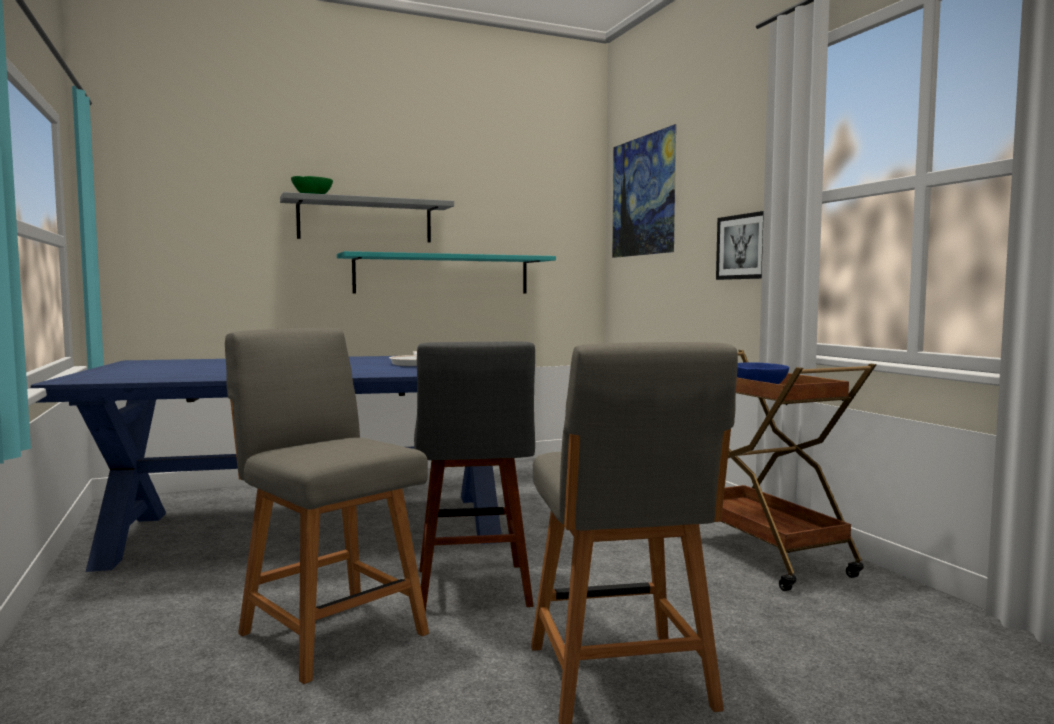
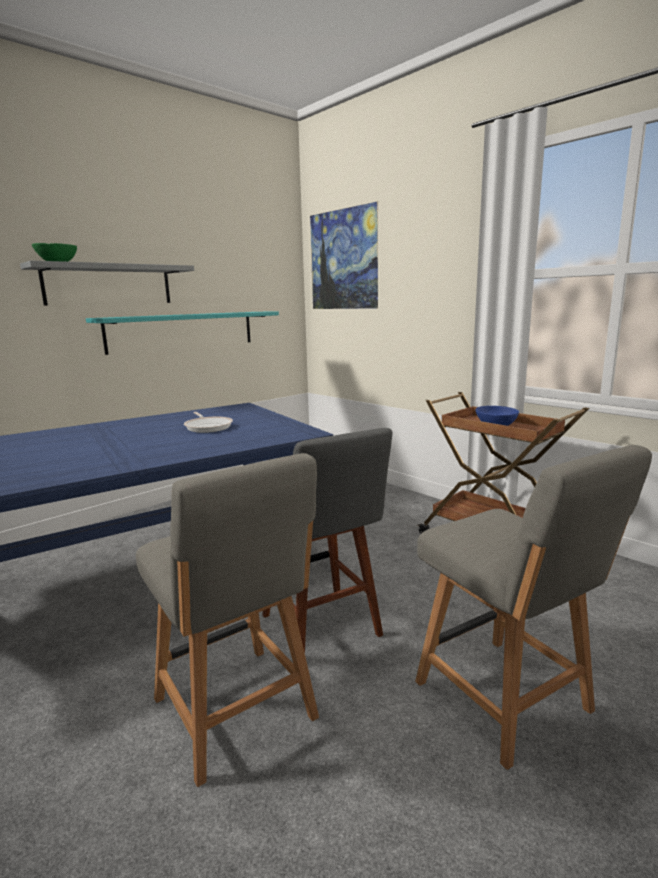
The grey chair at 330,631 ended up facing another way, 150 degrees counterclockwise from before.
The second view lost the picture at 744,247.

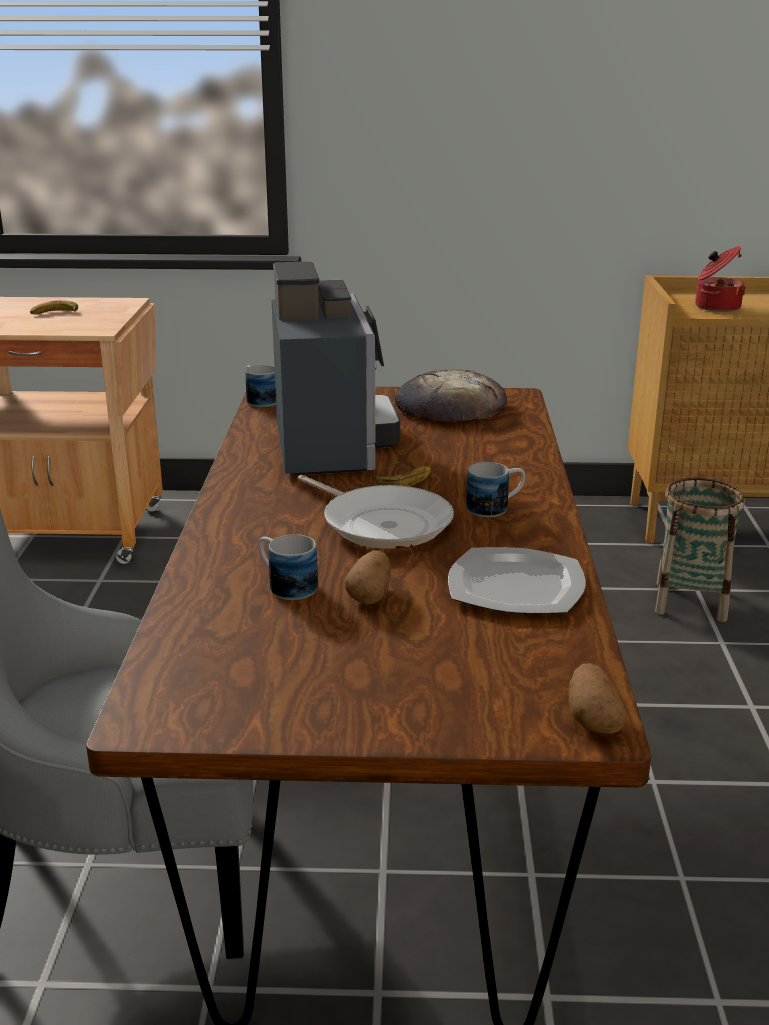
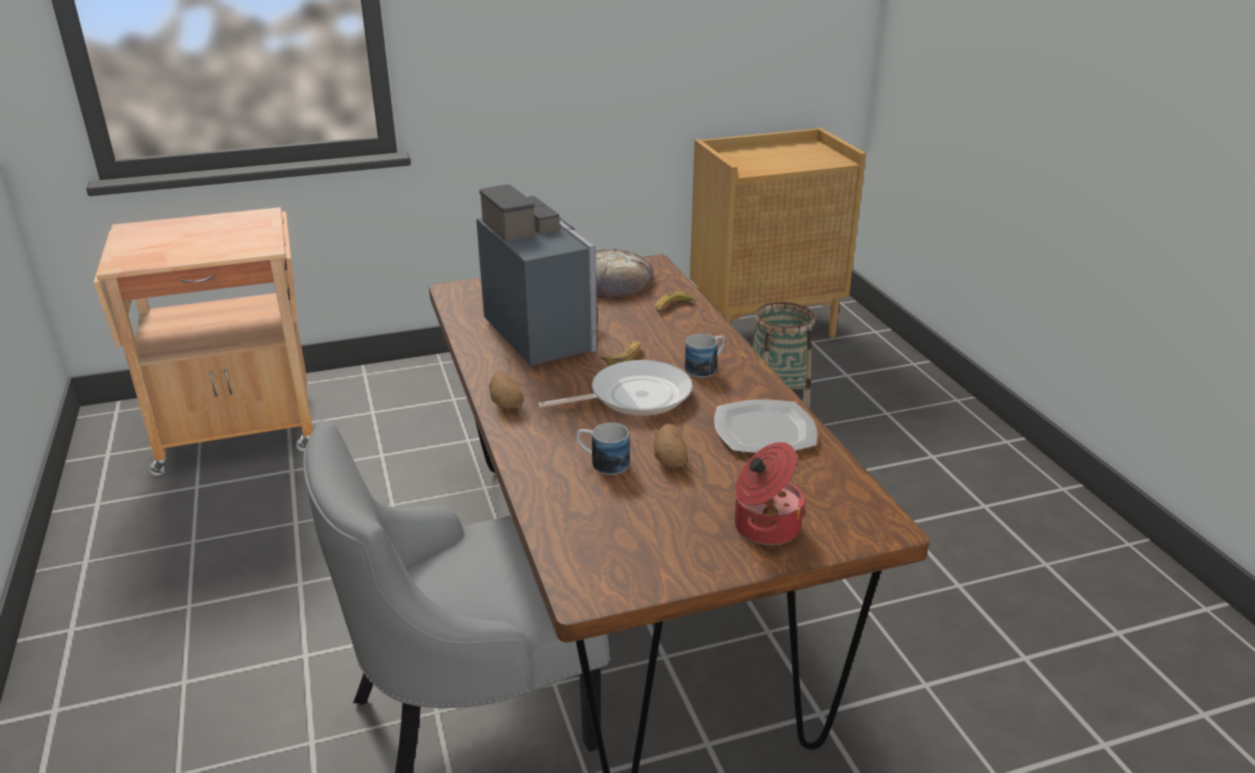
The banana ended up elsewhere, having gone from 54,313 to 673,306.
The second view lost the mug at 259,400.
The frying pan at 382,523 ended up facing another way, 45 degrees counterclockwise from before.
The potato ended up elsewhere, having gone from 592,719 to 505,403.
The cooking pot ended up elsewhere, having gone from 716,307 to 764,526.

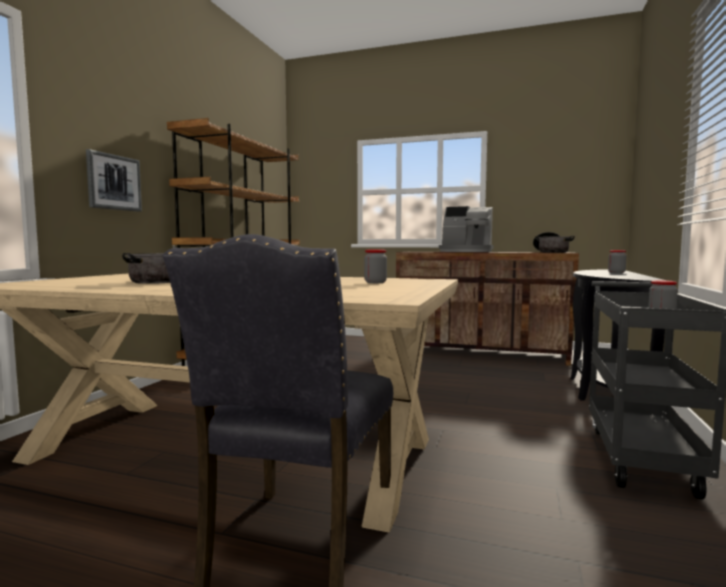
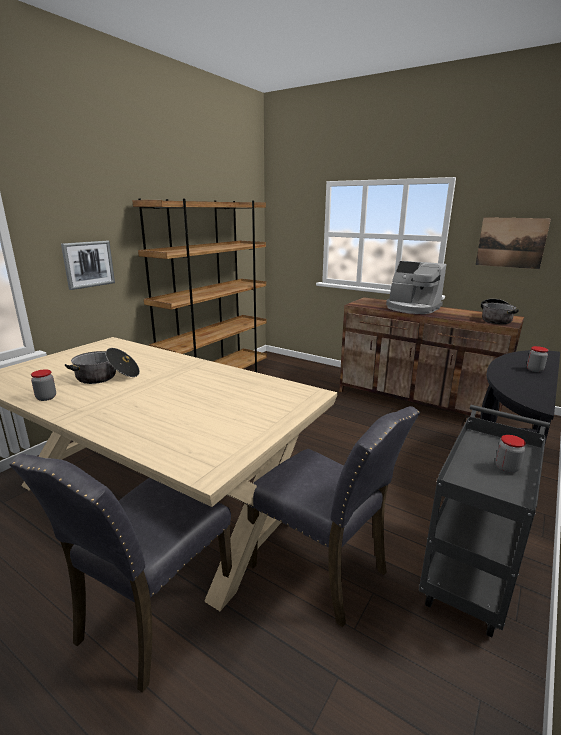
The jar ended up elsewhere, having gone from 375,282 to 46,397.
The second view gained the grey chair at 322,568.
The second view gained the picture at 511,242.

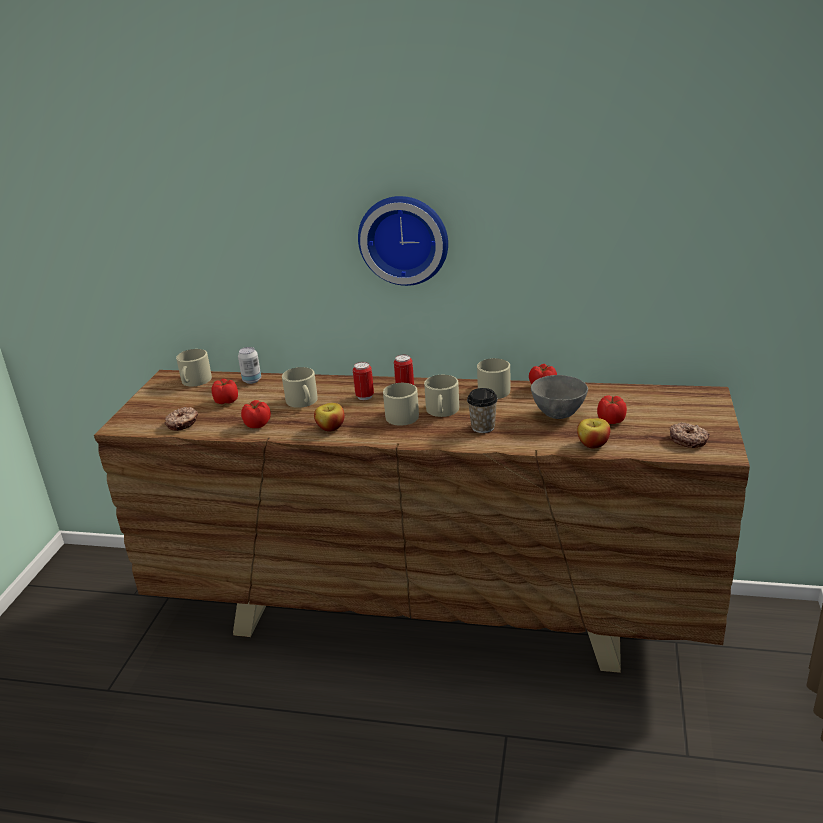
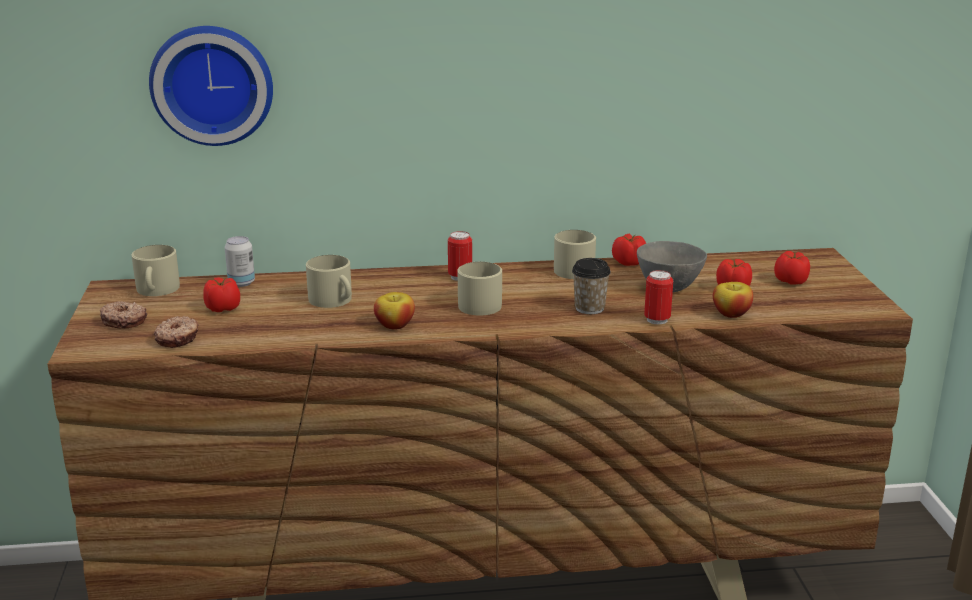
The tomato ended up elsewhere, having gone from 258,424 to 791,281.
The can ended up elsewhere, having gone from 364,396 to 657,320.
The wall clock ended up elsewhere, having gone from 404,239 to 212,84.
The second view lost the beige mug at 442,411.
The donut ended up elsewhere, having gone from 688,440 to 124,321.

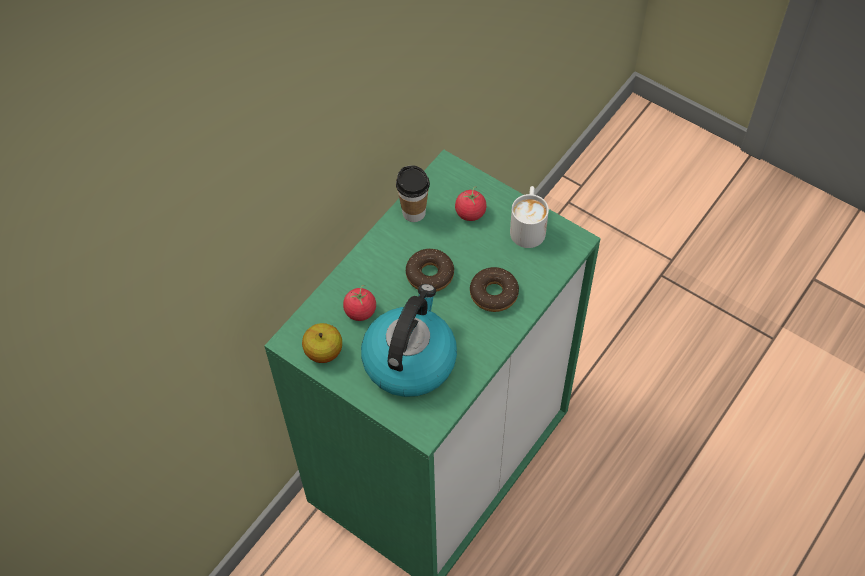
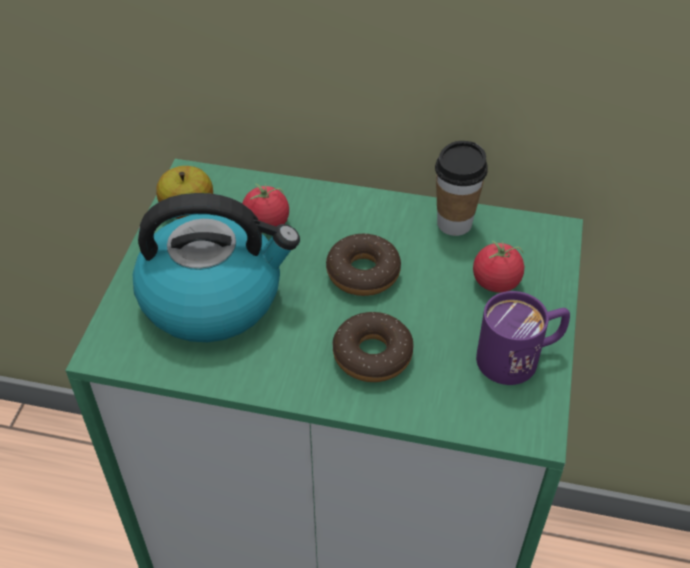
What was the white mug at 528,226 turned into the purple mug at 520,357.

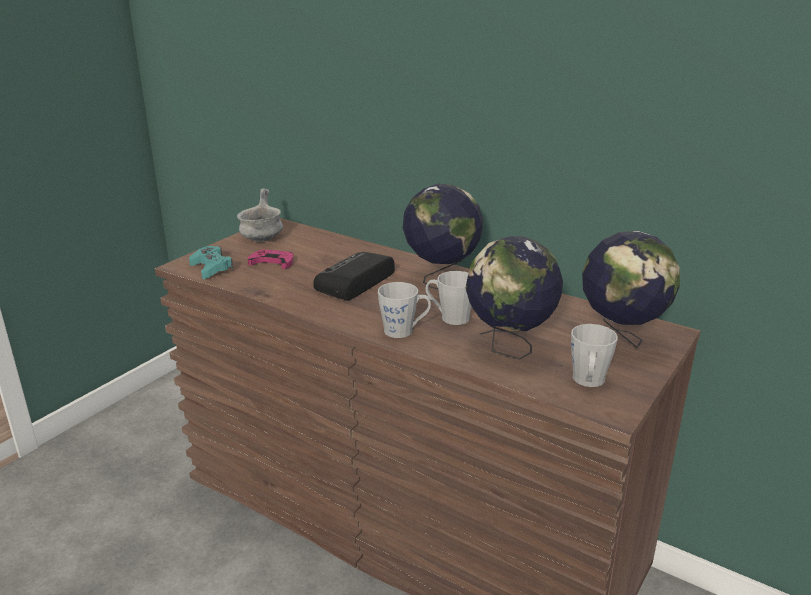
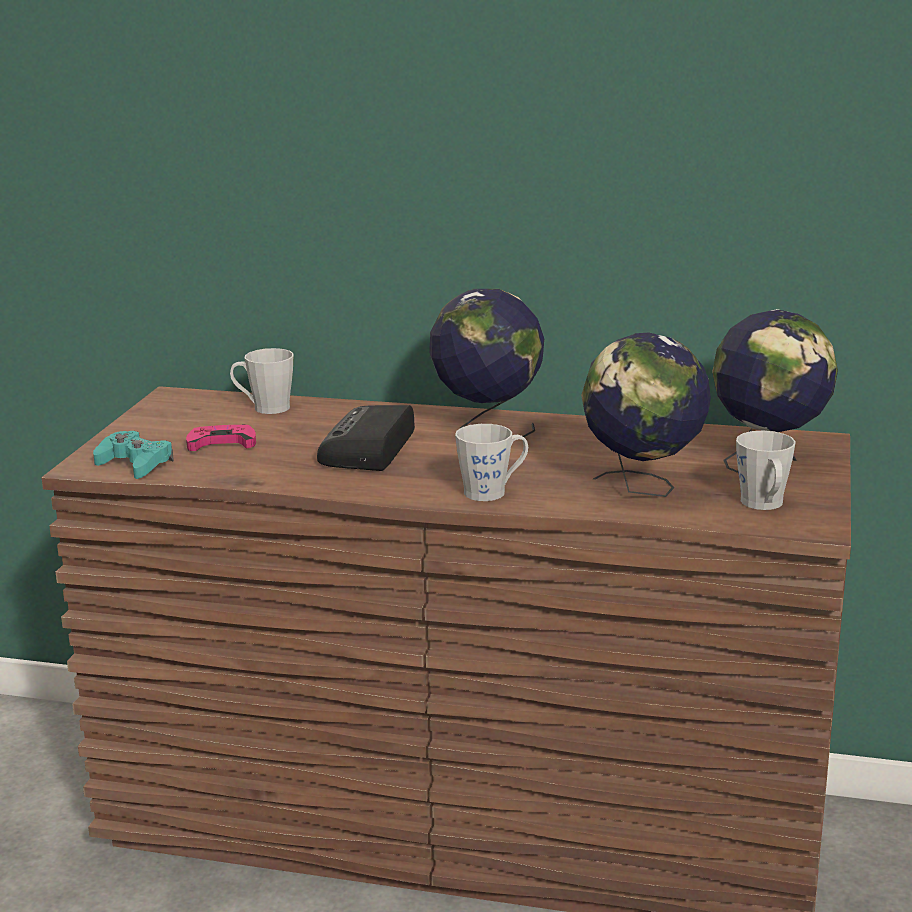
The second view lost the grey bowl at 261,238.
The grey mug ended up elsewhere, having gone from 449,317 to 264,408.

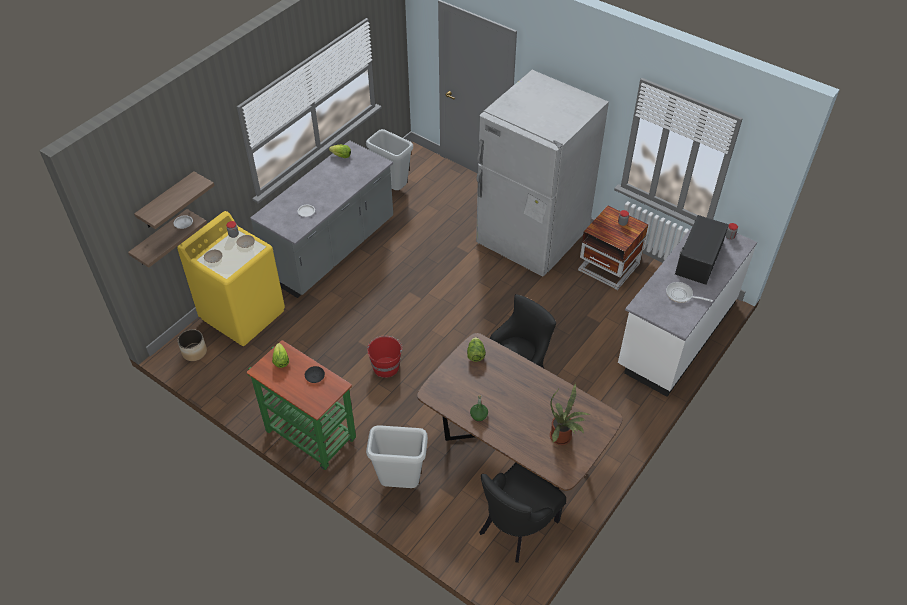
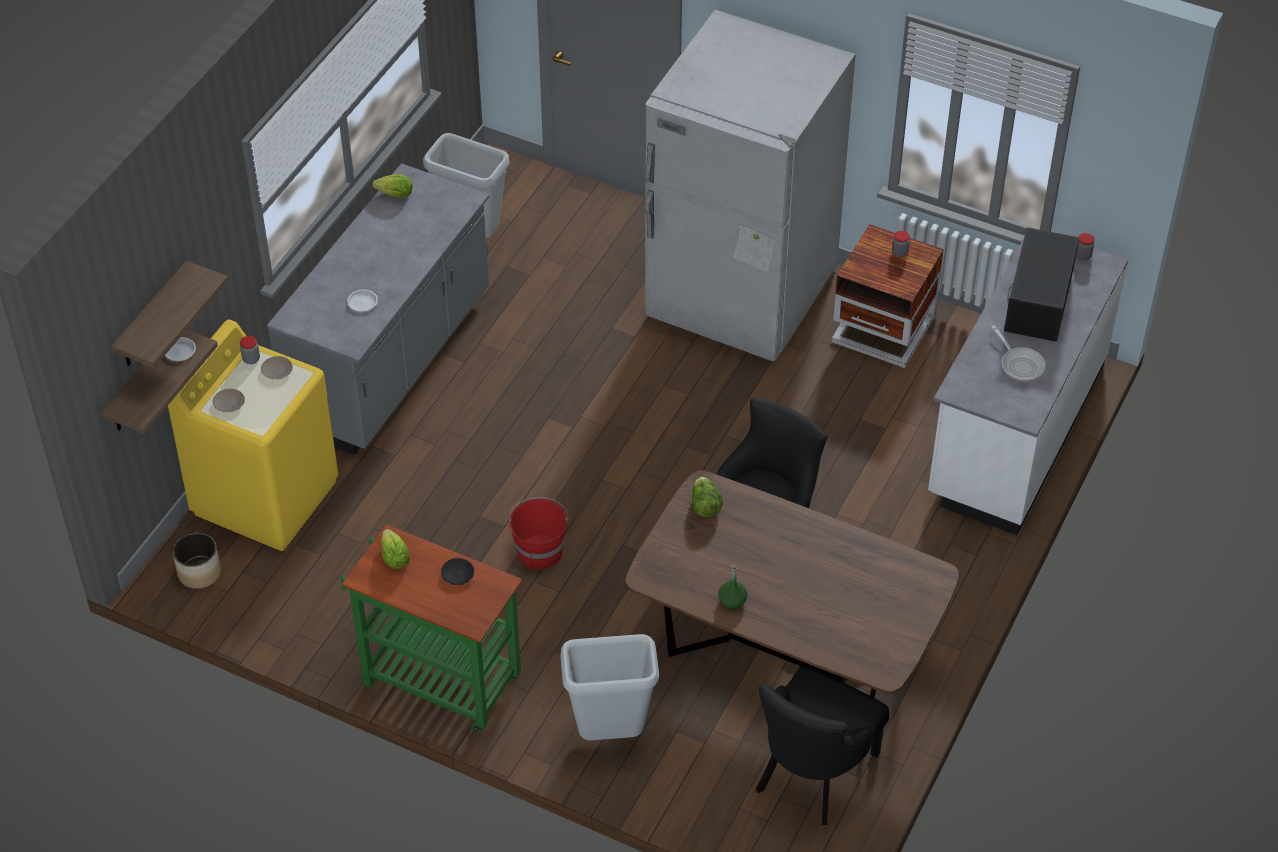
The second view lost the potted plant at 562,437.
The frying pan at 681,295 ended up facing another way, 135 degrees counterclockwise from before.

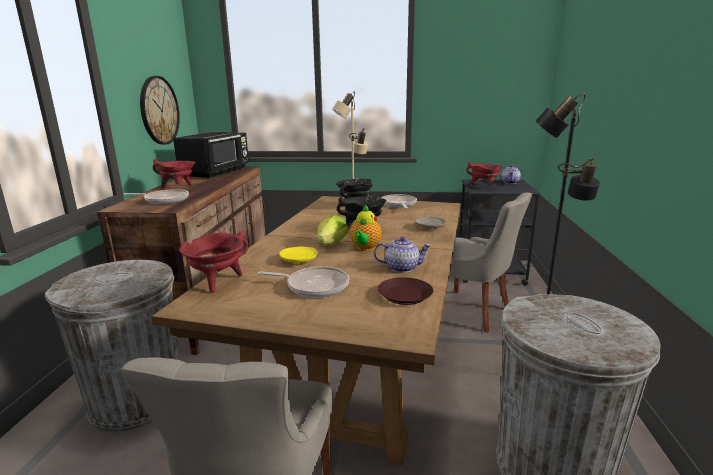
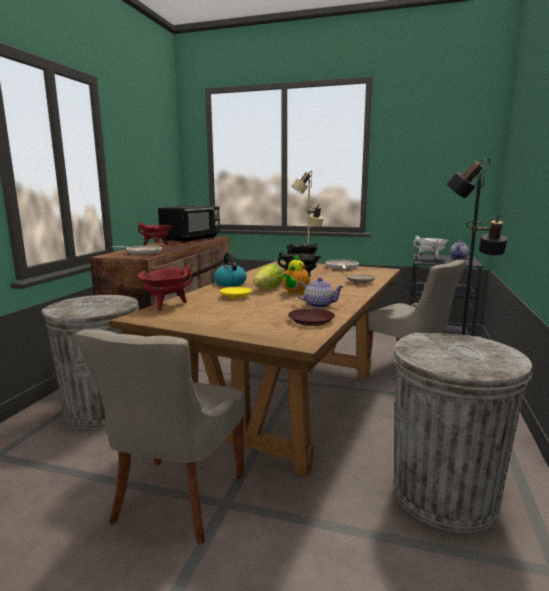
The second view lost the wall clock at 159,110.
The second view lost the frying pan at 314,286.
What was the red cooking pot at 484,186 turned into the white cooking pot at 430,259.
The second view gained the kettle at 230,283.

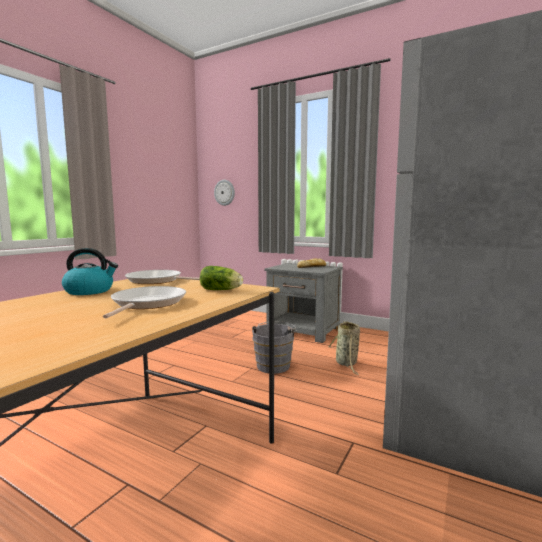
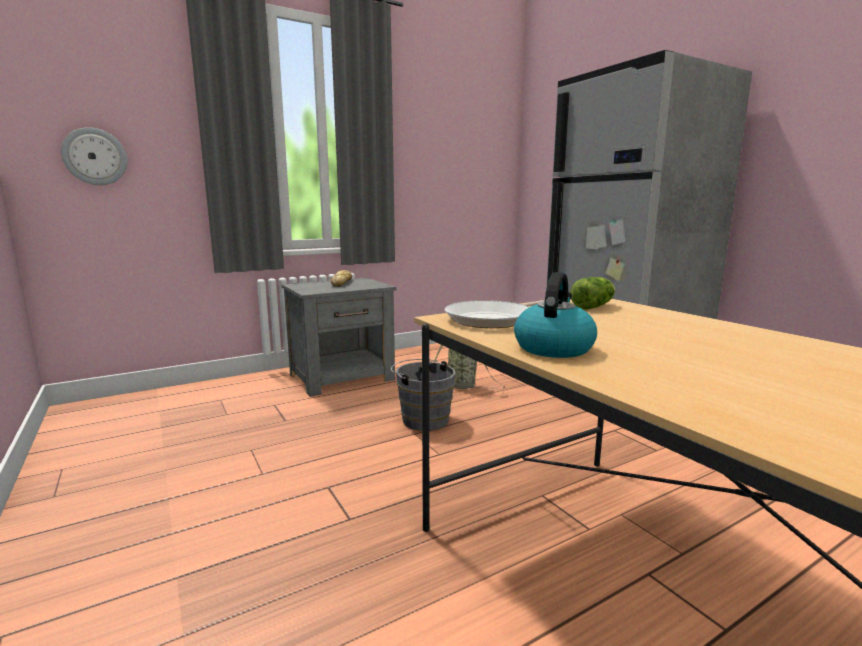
The second view lost the frying pan at 147,303.

